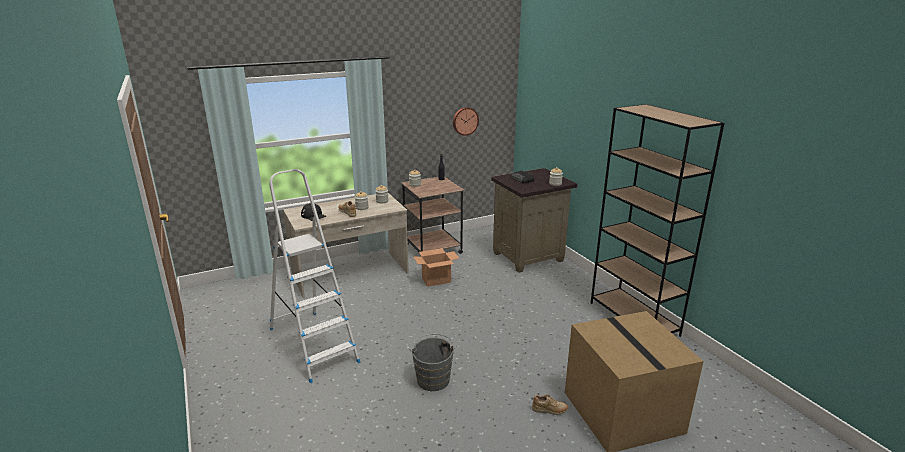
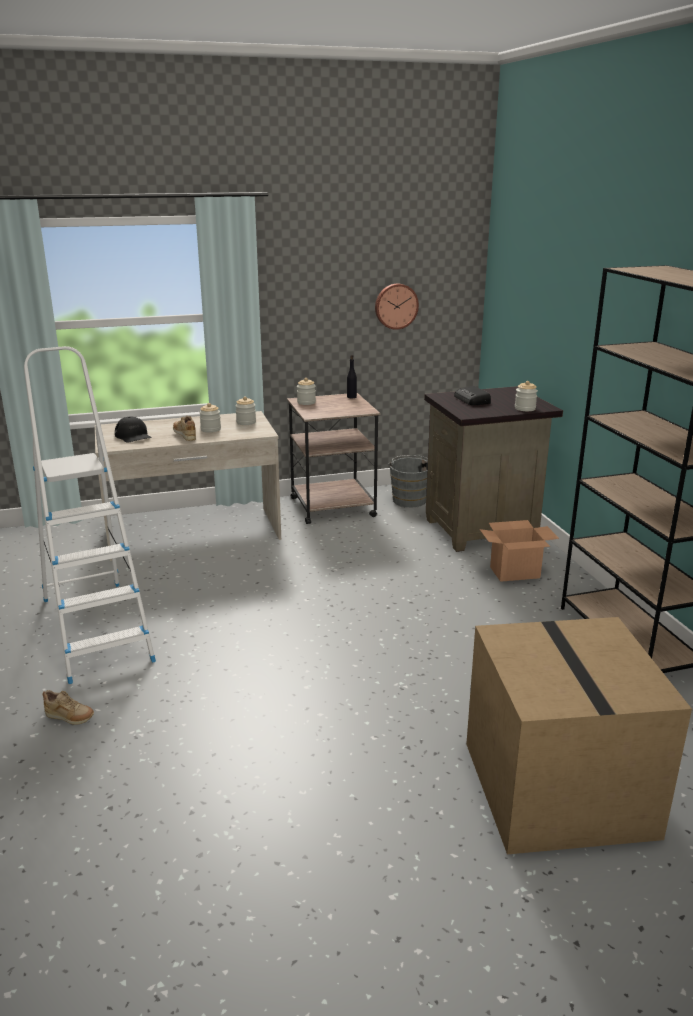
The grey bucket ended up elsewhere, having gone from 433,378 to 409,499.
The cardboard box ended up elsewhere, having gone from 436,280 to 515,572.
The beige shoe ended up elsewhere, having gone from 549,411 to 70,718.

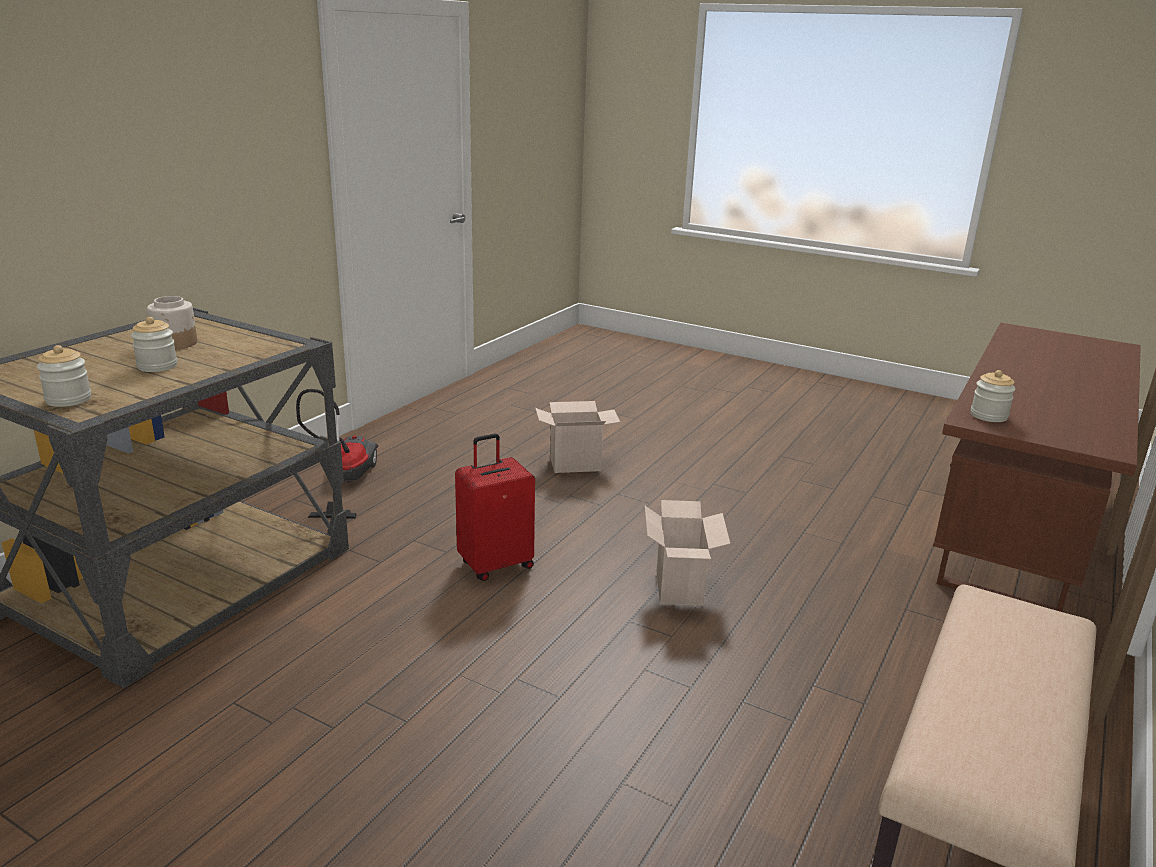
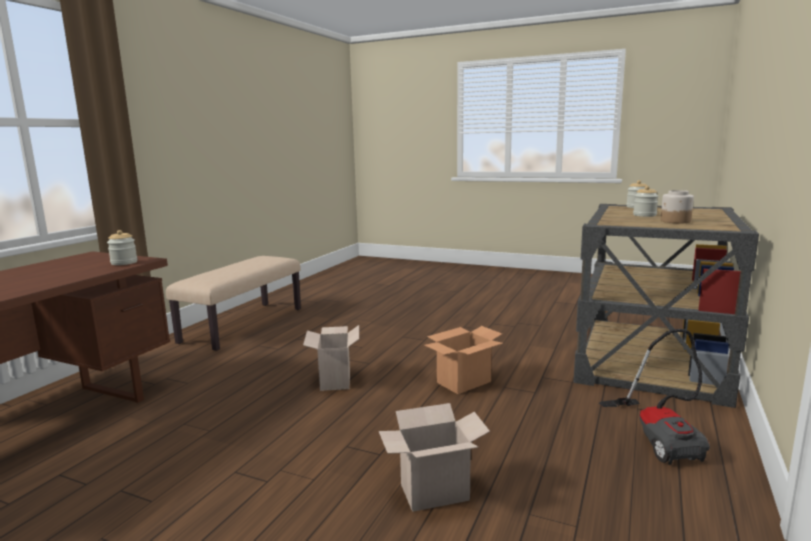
Where the red suitcase stood at 495,564, the cardboard box came to stand at 463,382.

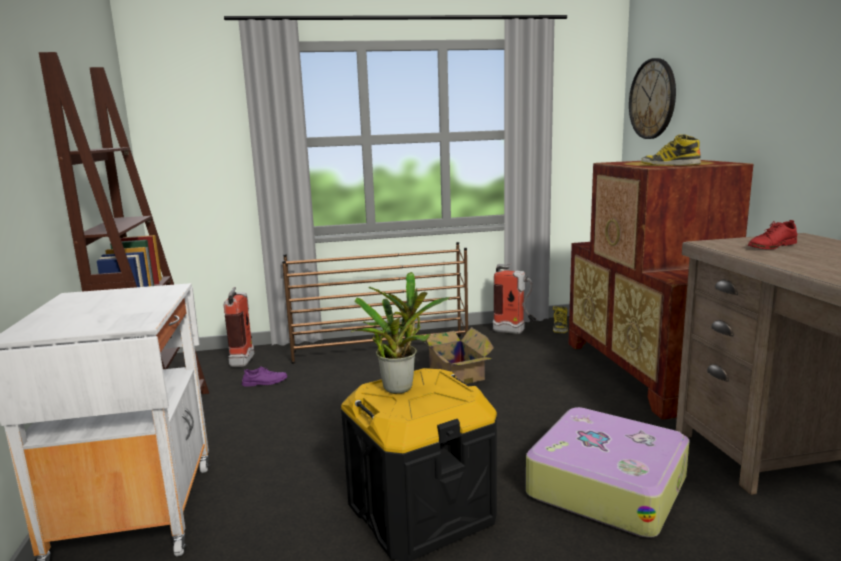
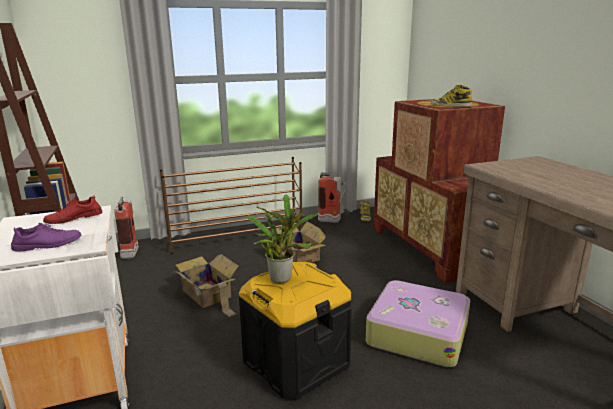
The purple shoe ended up elsewhere, having gone from 265,382 to 48,244.
The second view lost the wall clock at 652,99.
The red shoe ended up elsewhere, having gone from 771,246 to 74,218.
The second view gained the cardboard box at 207,295.

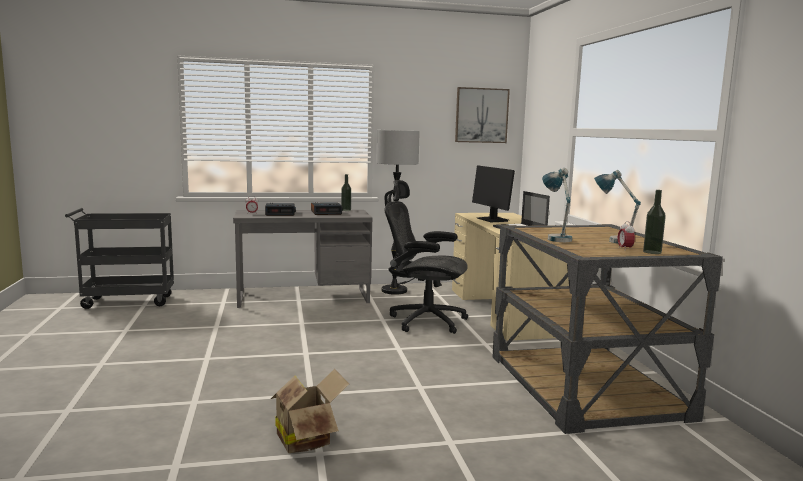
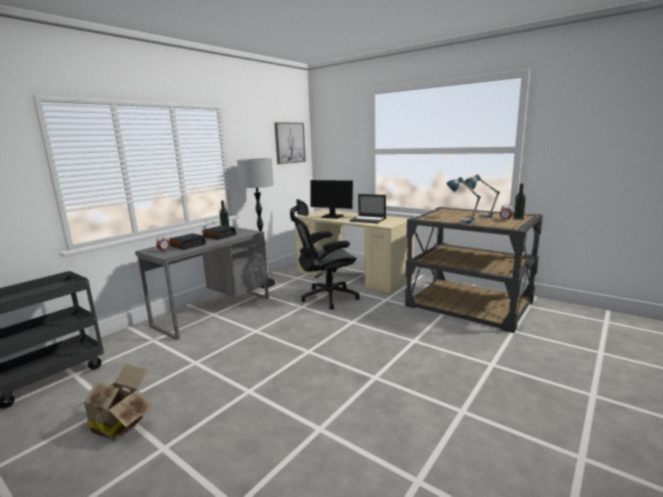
The cardboard box ended up elsewhere, having gone from 307,439 to 120,423.

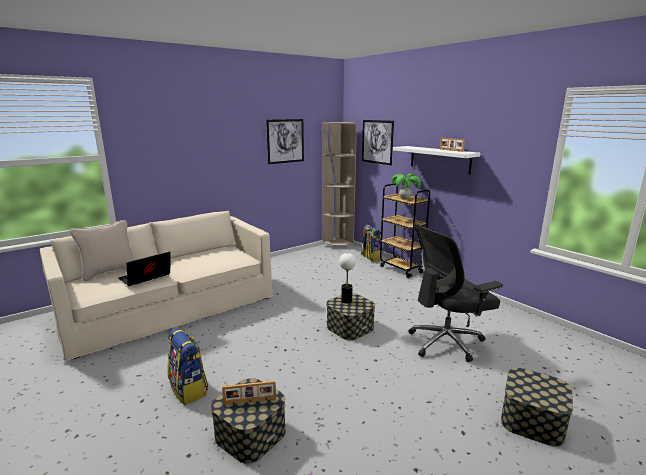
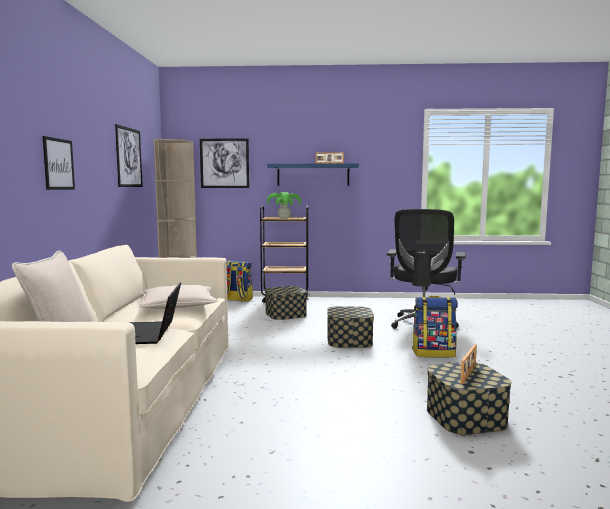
The backpack ended up elsewhere, having gone from 189,389 to 433,353.
The second view lost the table lamp at 346,301.
What was the white shelf at 439,159 turned into the blue shelf at 313,175.
The storage box ended up elsewhere, having gone from 532,420 to 285,314.
The second view gained the picture at 58,164.
The second view gained the beige pillow at 178,305.

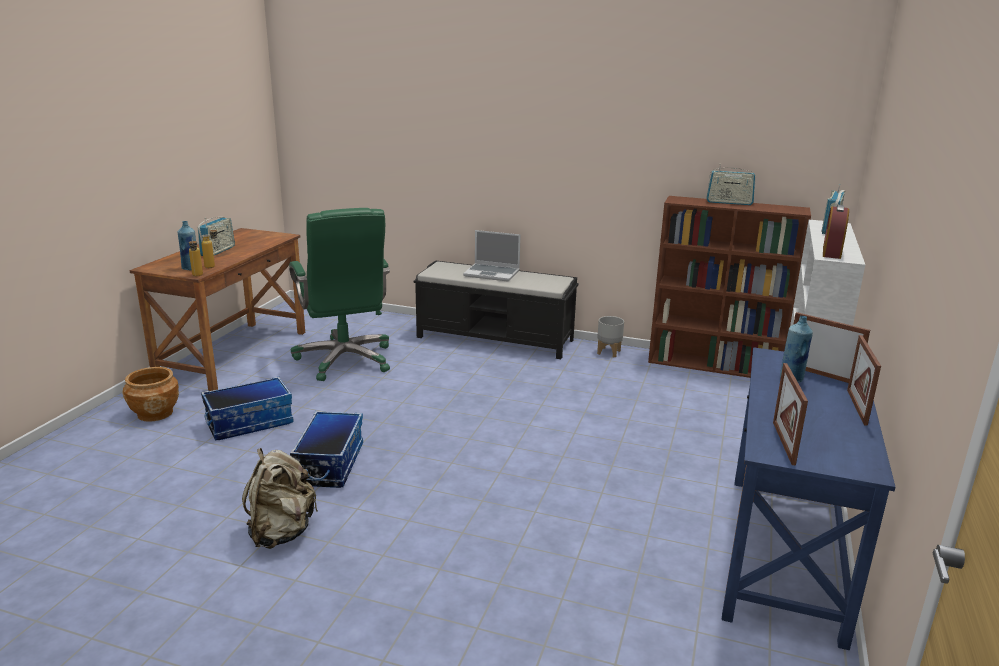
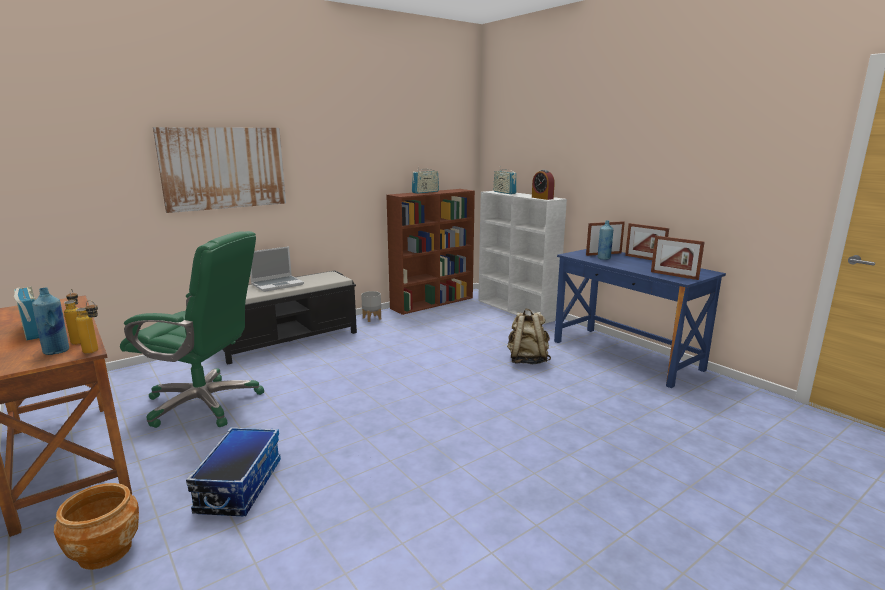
The beige backpack ended up elsewhere, having gone from 281,532 to 527,360.
The second view lost the storage box at 329,464.
The second view gained the picture at 224,168.

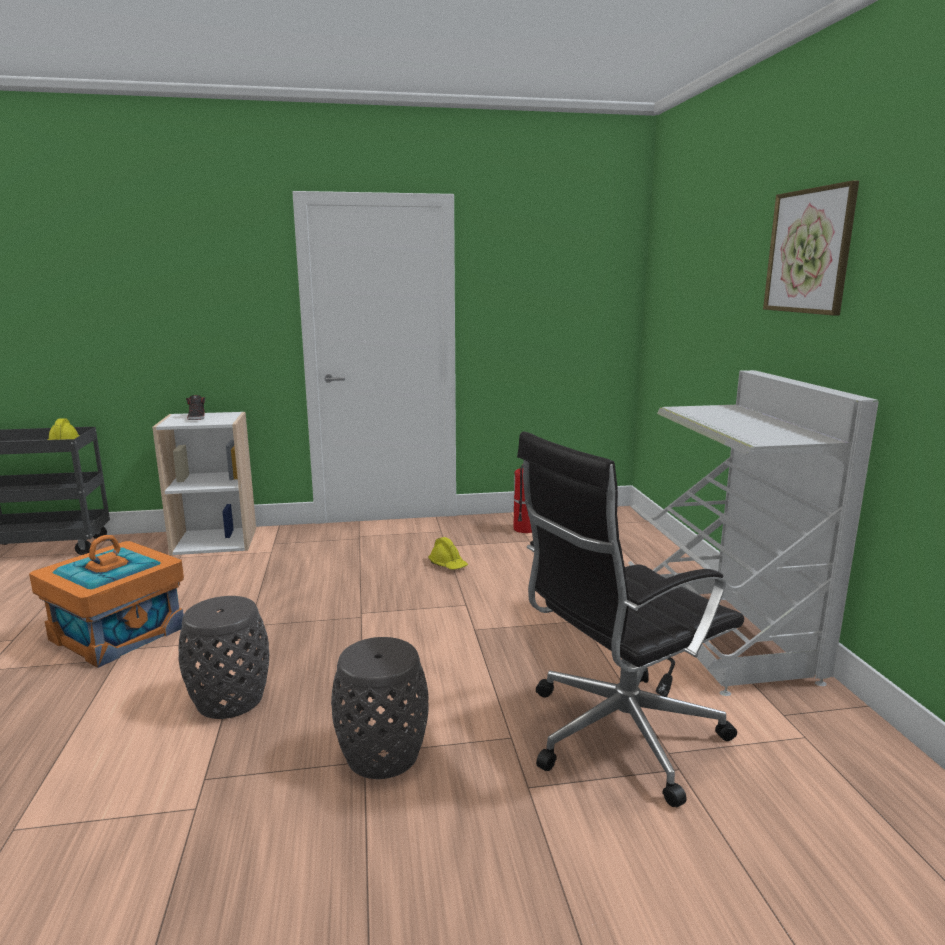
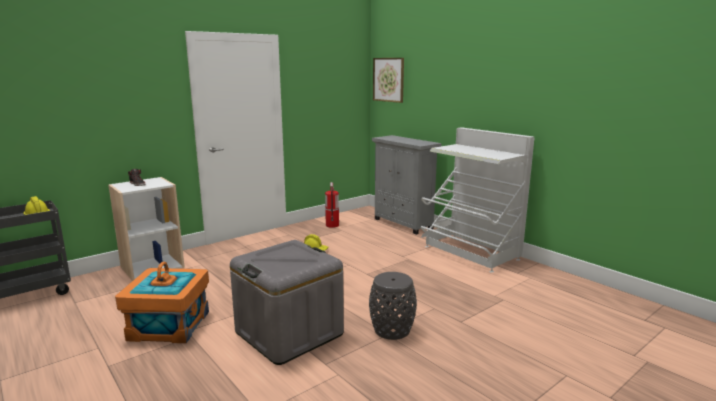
Where the grey stool stood at 230,700, the grey storage box came to stand at 289,333.
The second view lost the black office chair at 617,735.
The picture ended up elsewhere, having gone from 809,251 to 388,79.
The second view gained the grey cabinet at 404,224.

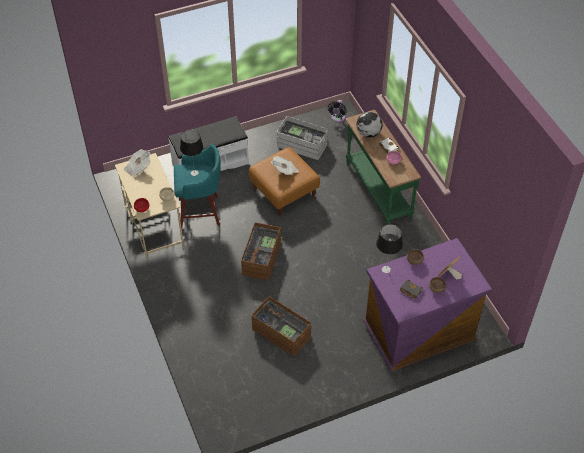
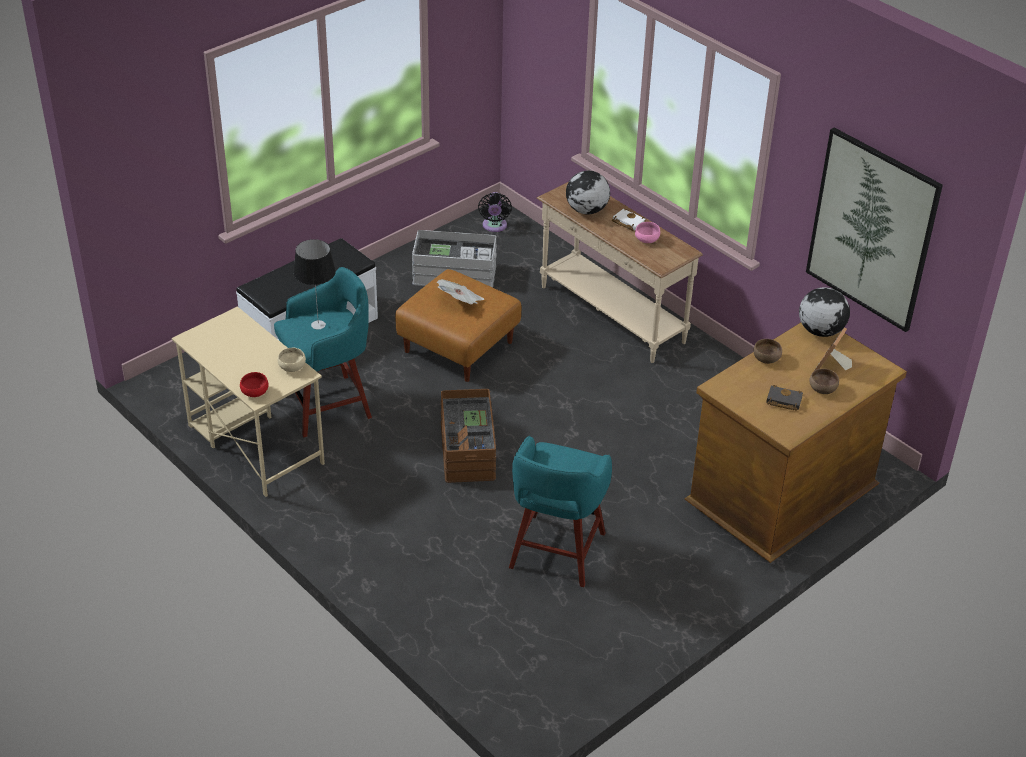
The second view lost the newspaper at 138,168.
Where the brown storage box stood at 280,332, the turquoise stool came to stand at 556,553.
What was the green console table at 377,192 turned into the beige console table at 611,315.
What was the purple dresser at 418,333 turned into the brown dresser at 780,499.
The second view lost the table lamp at 385,269.
The second view gained the globe at 820,331.
The second view gained the picture at 872,229.

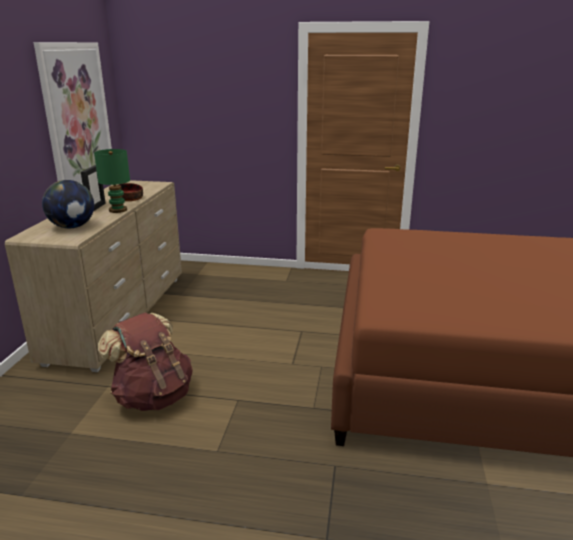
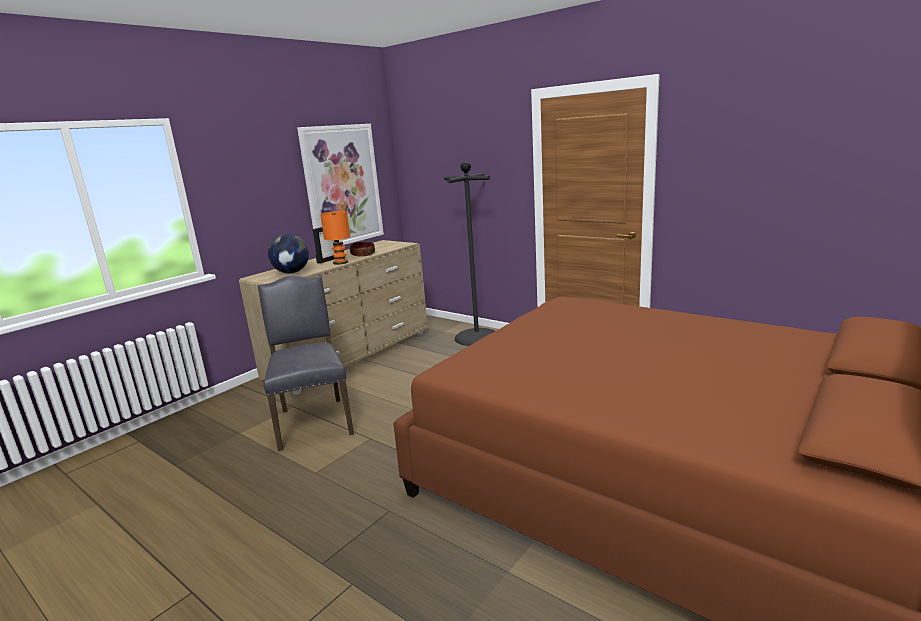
What was the green table lamp at 117,210 turned into the orange table lamp at 340,262.
Where the brown backpack stood at 153,396, the grey chair came to stand at 314,421.
The second view gained the black clothes rack at 477,337.

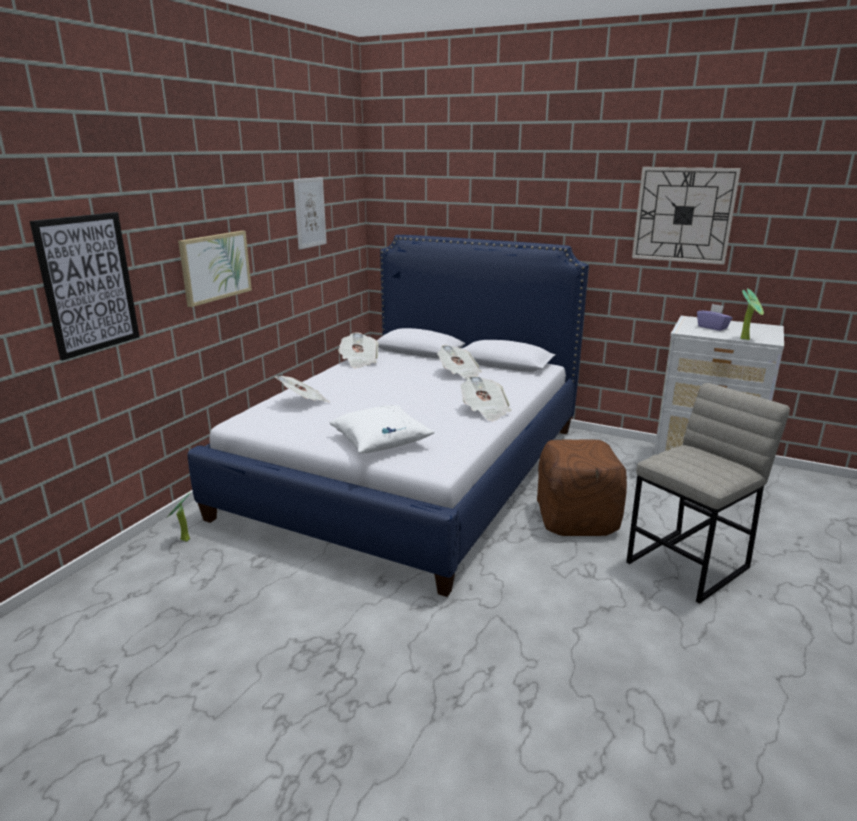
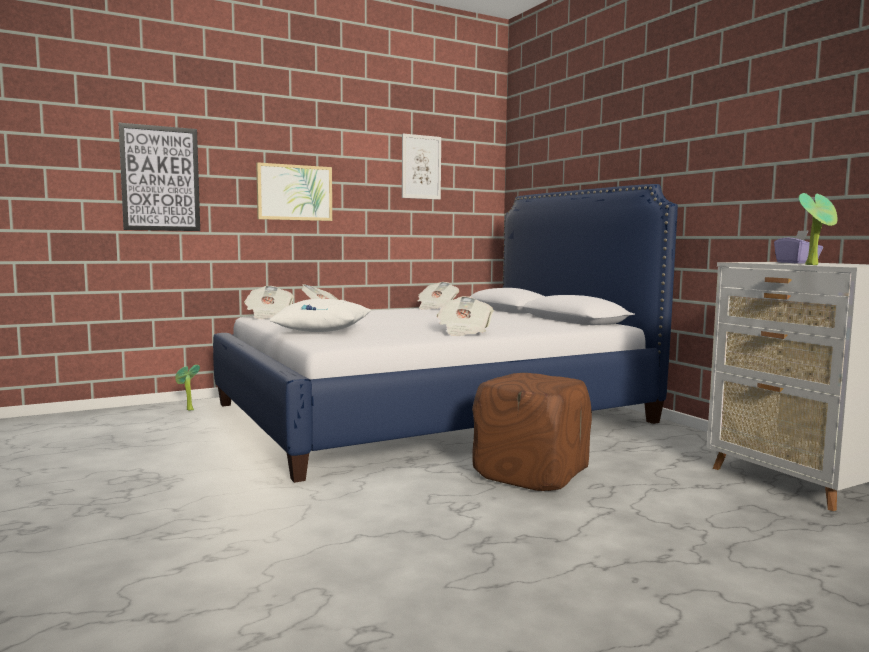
The newspaper ended up elsewhere, having gone from 459,374 to 268,316.
The second view lost the grey chair at 689,564.
The second view lost the wall clock at 683,215.

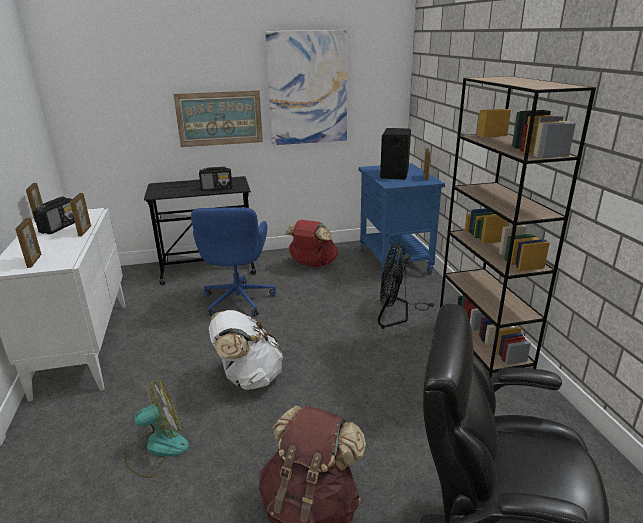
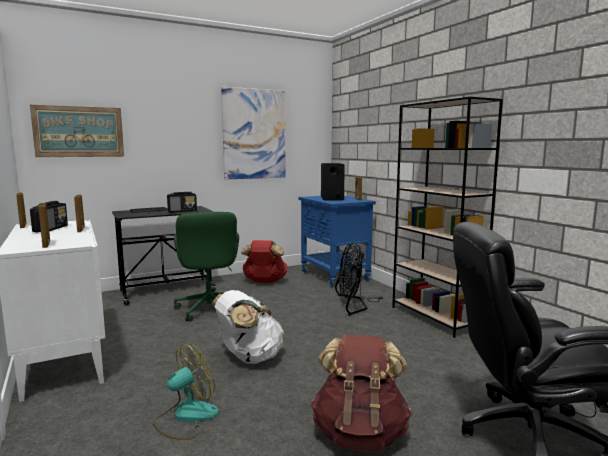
The picture ended up elsewhere, having gone from 219,118 to 79,131.
What was the blue office chair at 238,300 turned into the green office chair at 209,309.

